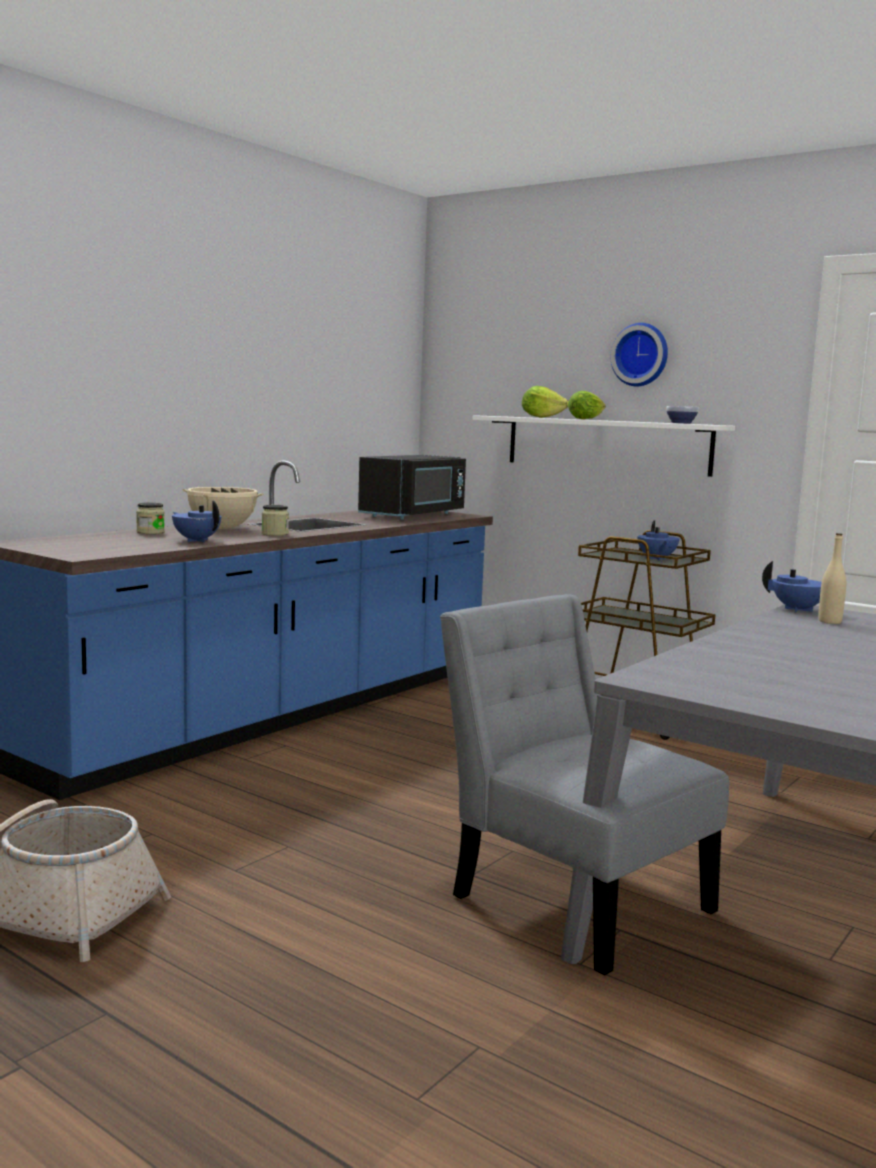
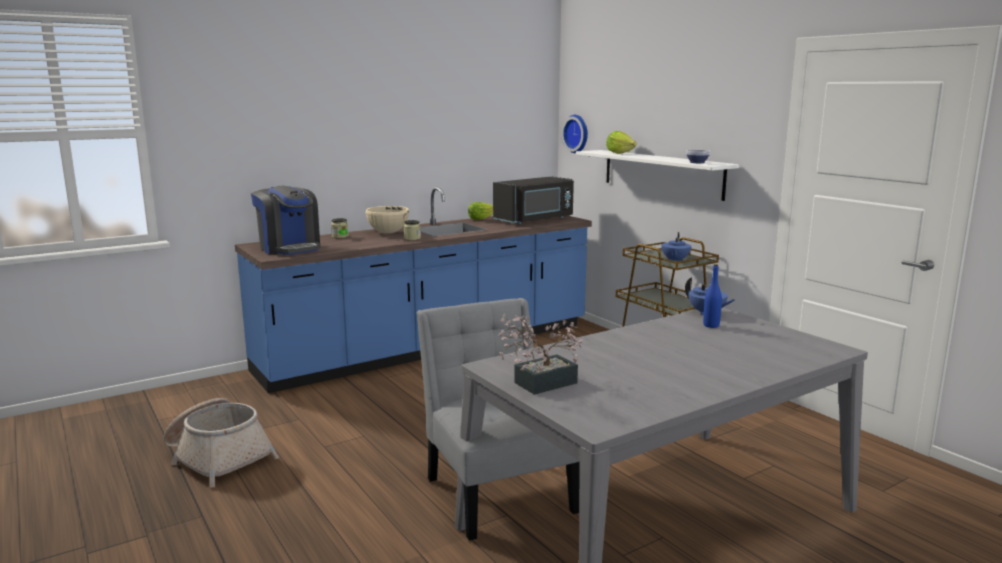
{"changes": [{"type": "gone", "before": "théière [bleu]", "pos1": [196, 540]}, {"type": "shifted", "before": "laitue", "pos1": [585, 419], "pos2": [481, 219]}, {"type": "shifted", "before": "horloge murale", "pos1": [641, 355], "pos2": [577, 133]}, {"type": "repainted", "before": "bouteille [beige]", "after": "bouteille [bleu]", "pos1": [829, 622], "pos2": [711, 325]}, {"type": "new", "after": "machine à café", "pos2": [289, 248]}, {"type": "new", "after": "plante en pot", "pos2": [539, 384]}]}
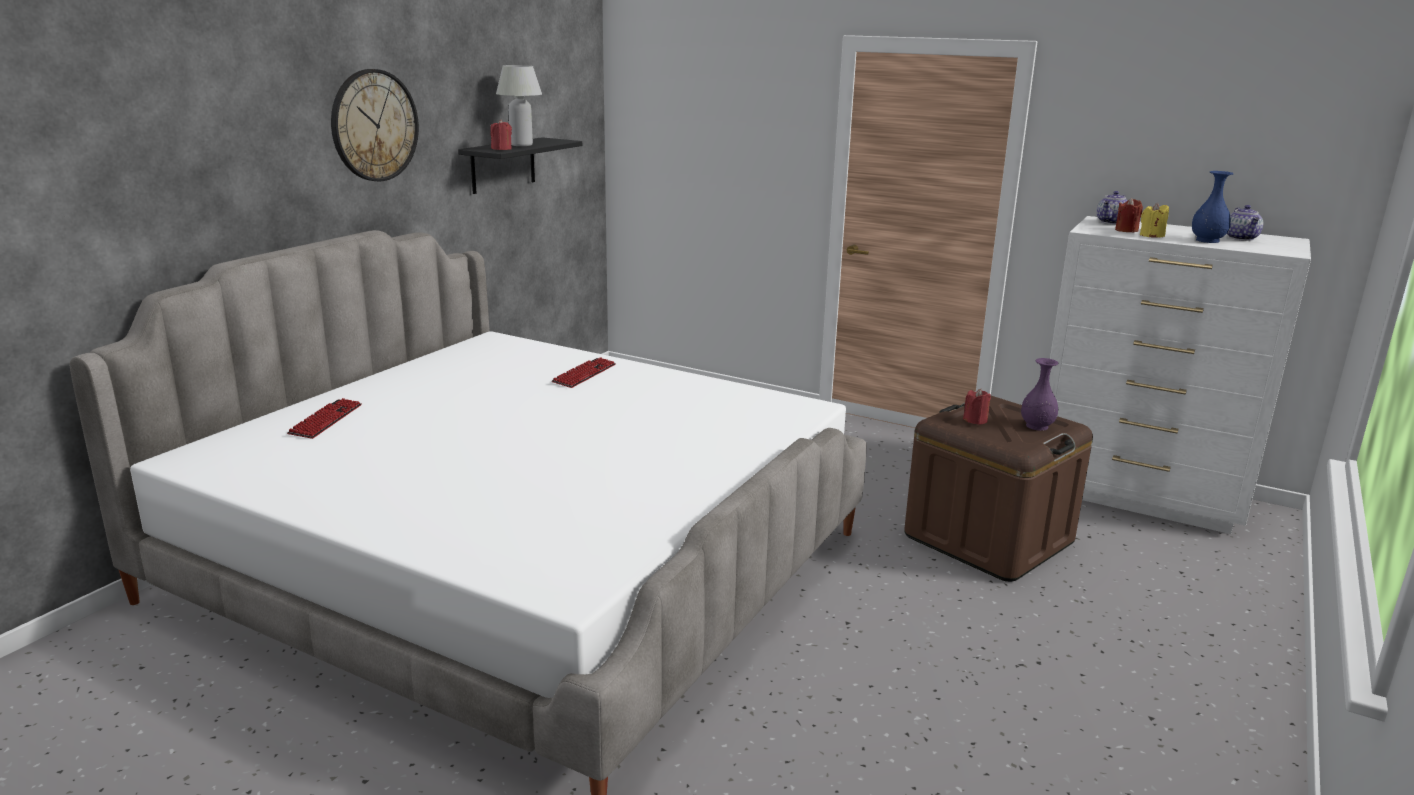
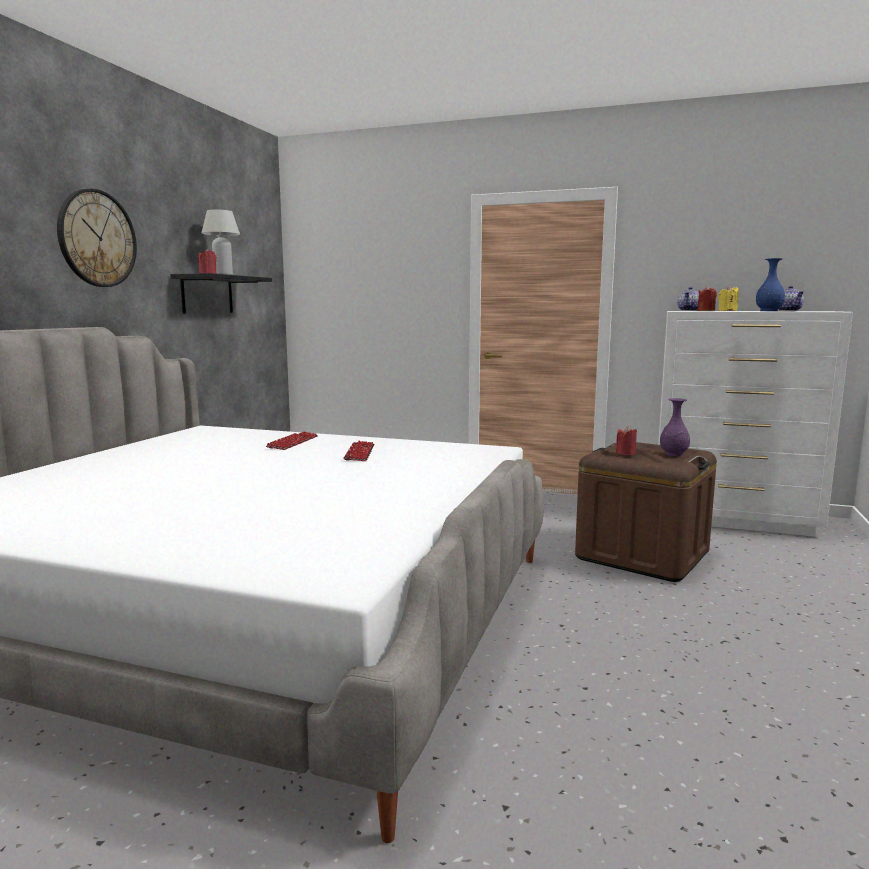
{"changes": [{"type": "shifted", "before": "clavier", "pos1": [326, 420], "pos2": [359, 453]}]}
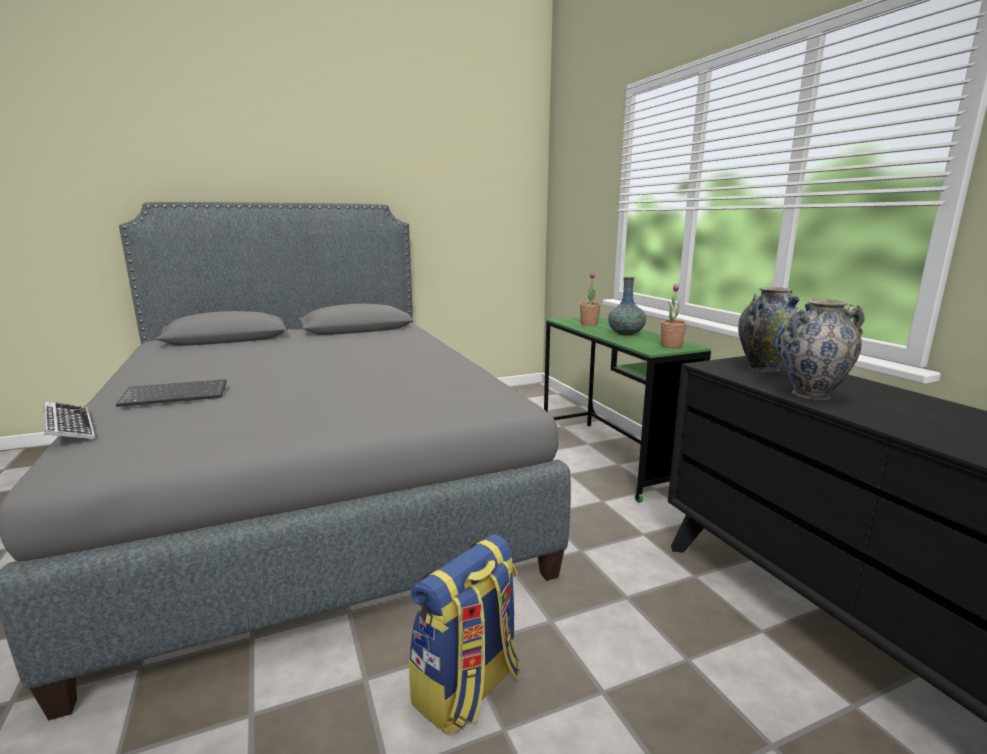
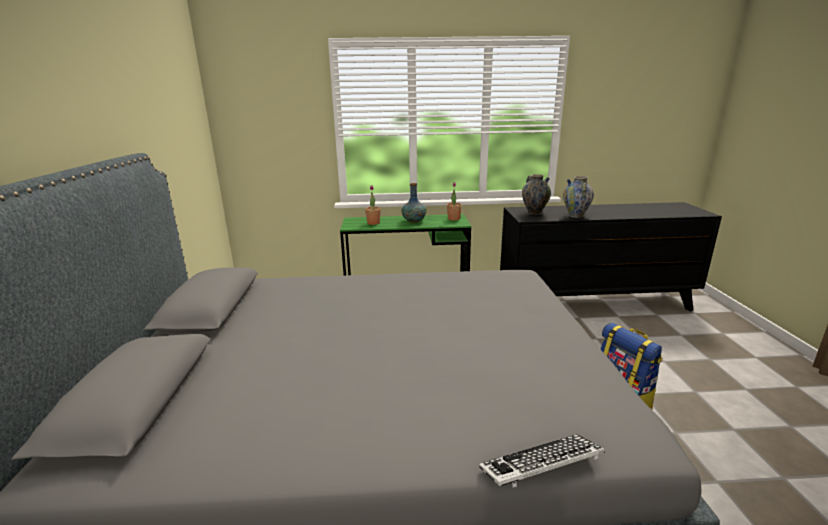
{"changes": [{"type": "gone", "before": "clavier", "pos1": [176, 395]}]}
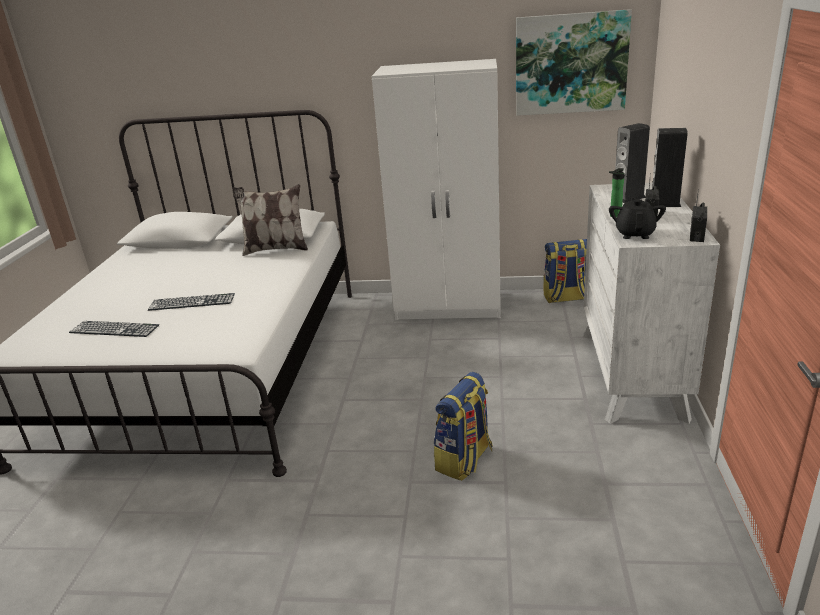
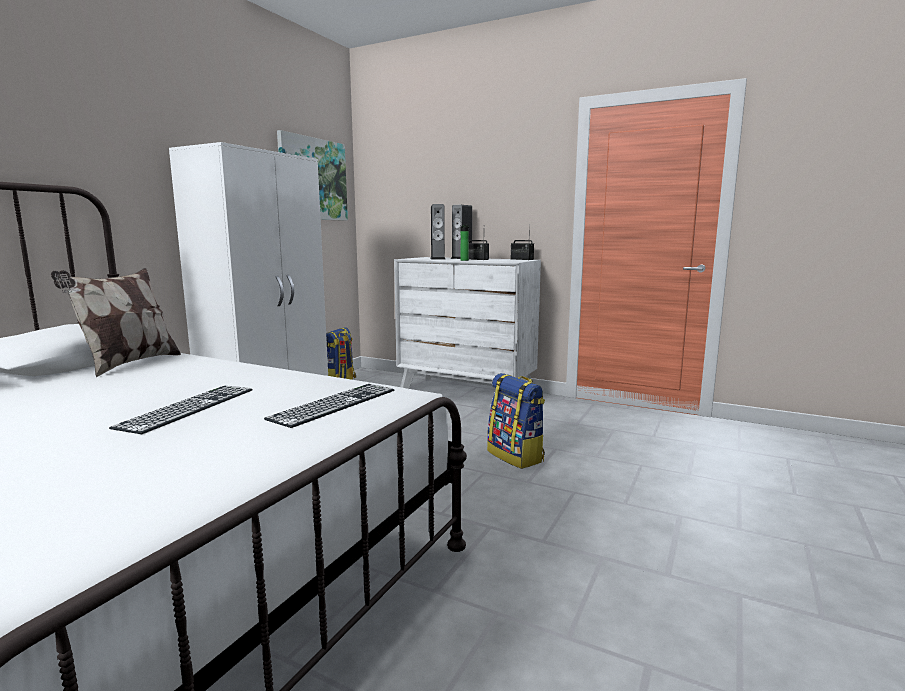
{"changes": [{"type": "shifted", "before": "clavier", "pos1": [114, 329], "pos2": [334, 404]}, {"type": "gone", "before": "théière [noir]", "pos1": [635, 234]}]}
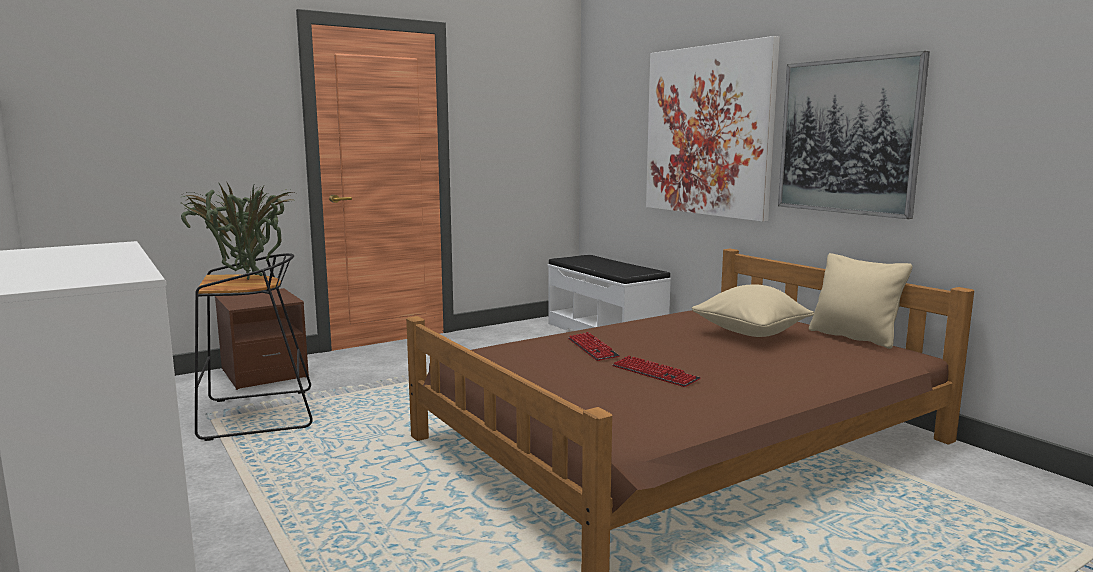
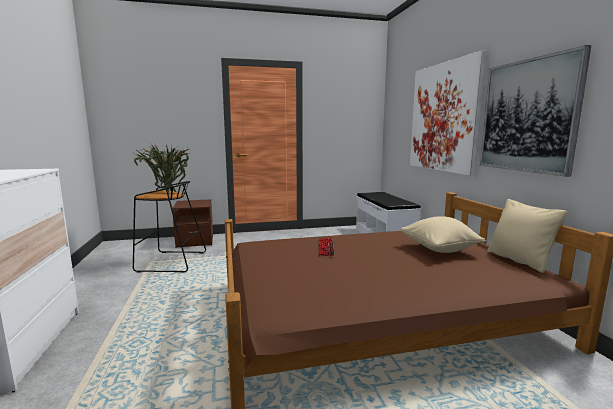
{"changes": [{"type": "gone", "before": "clavier", "pos1": [655, 373]}]}
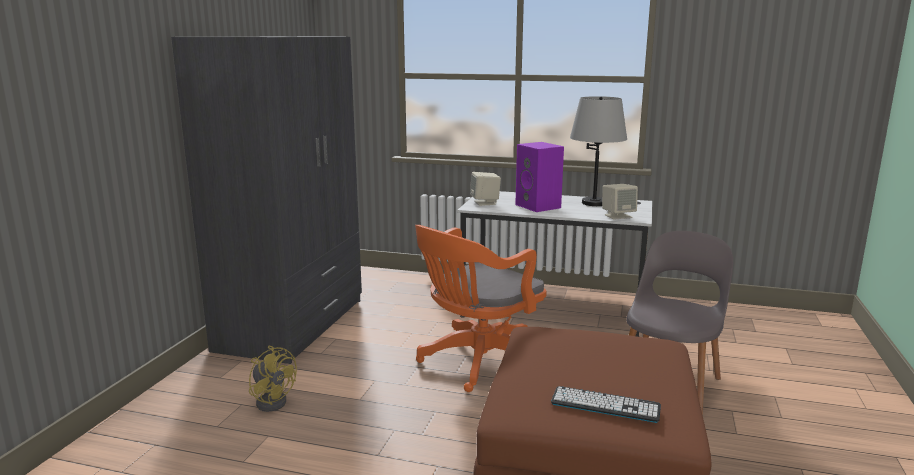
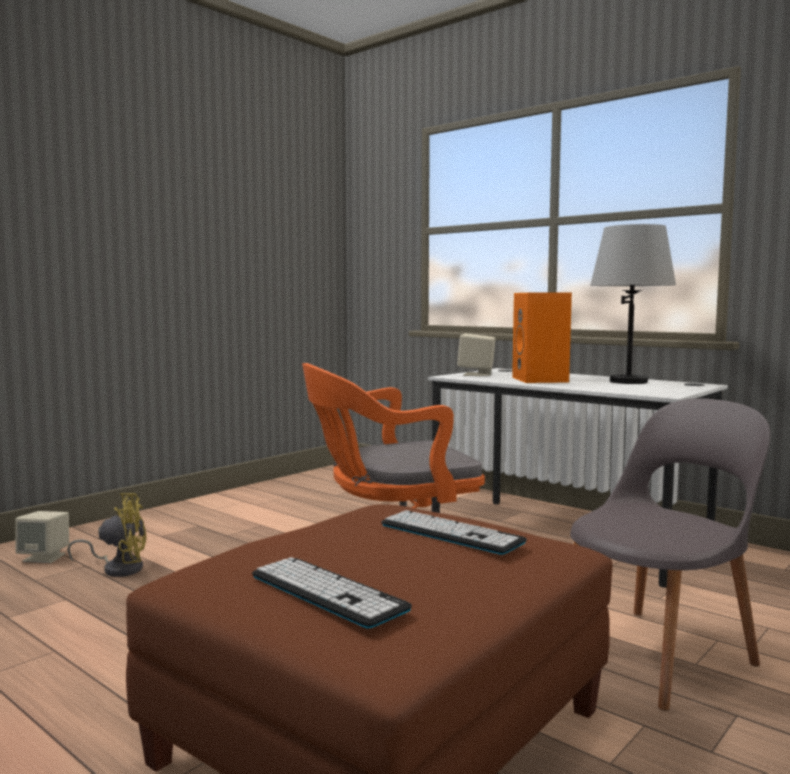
{"changes": [{"type": "gone", "before": "armoire [gris]", "pos1": [293, 324]}, {"type": "rotated", "before": "ventilateur [jaune]", "pos1": [273, 400], "pos2": [118, 568], "turn": -75}, {"type": "repainted", "before": "enceinte [violet]", "after": "enceinte [orange]", "pos1": [539, 206], "pos2": [541, 380]}, {"type": "shifted", "before": "enceinte [beige]", "pos1": [618, 216], "pos2": [45, 557]}, {"type": "new", "after": "clavier", "pos2": [451, 533]}]}
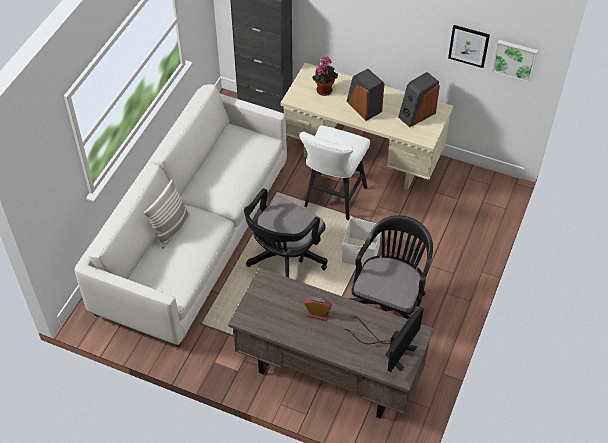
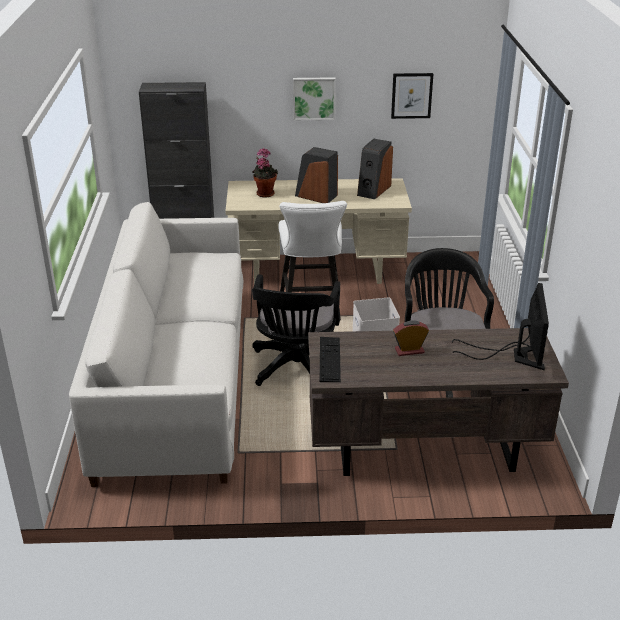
{"changes": [{"type": "gone", "before": "coussin", "pos1": [171, 229]}, {"type": "shifted", "before": "tableau", "pos1": [515, 59], "pos2": [314, 98]}, {"type": "new", "after": "clavier", "pos2": [329, 359]}]}
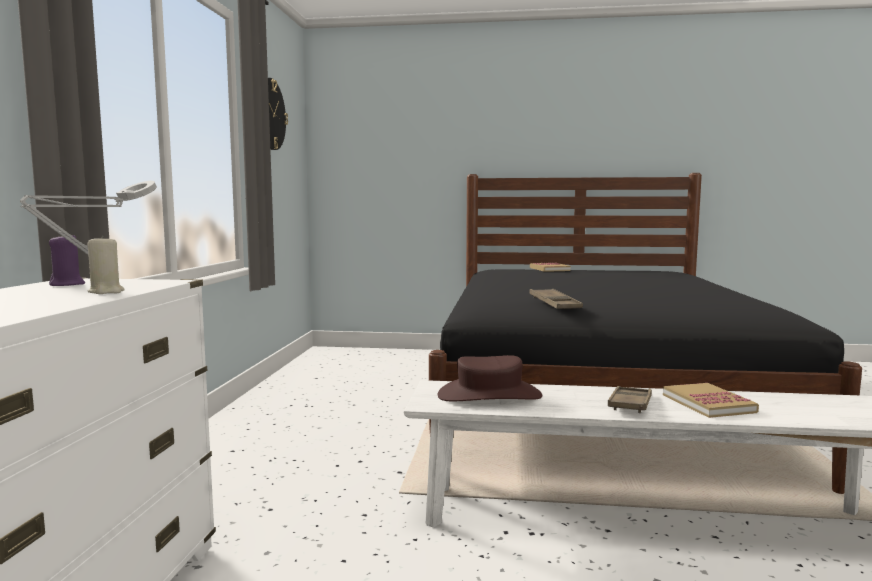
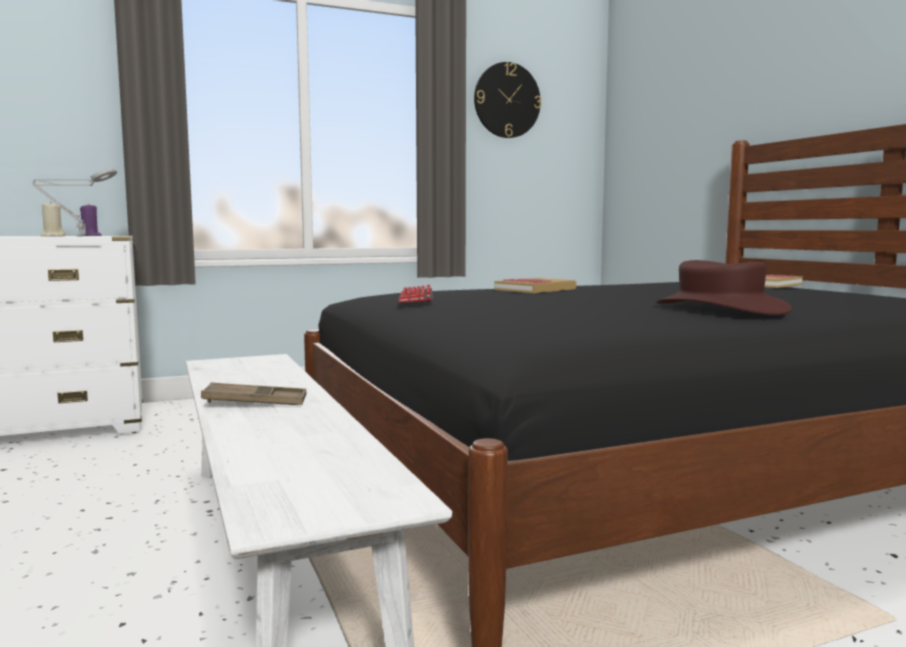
{"changes": [{"type": "shifted", "before": "chapeau [marron]", "pos1": [489, 395], "pos2": [719, 308]}, {"type": "swapped", "before": "plateau [marron]", "after": "clavier", "pos1": [554, 304], "pos2": [416, 297]}, {"type": "shifted", "before": "livre", "pos1": [708, 403], "pos2": [535, 289]}]}
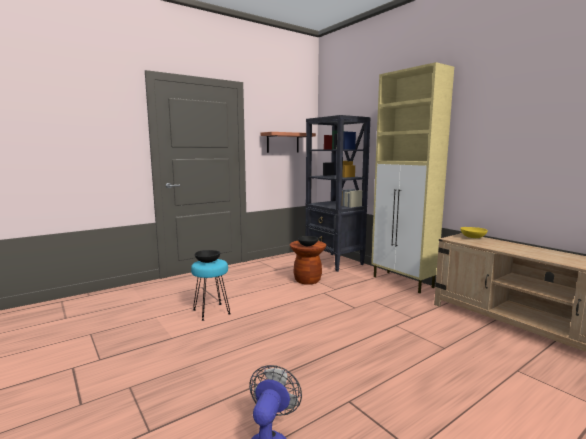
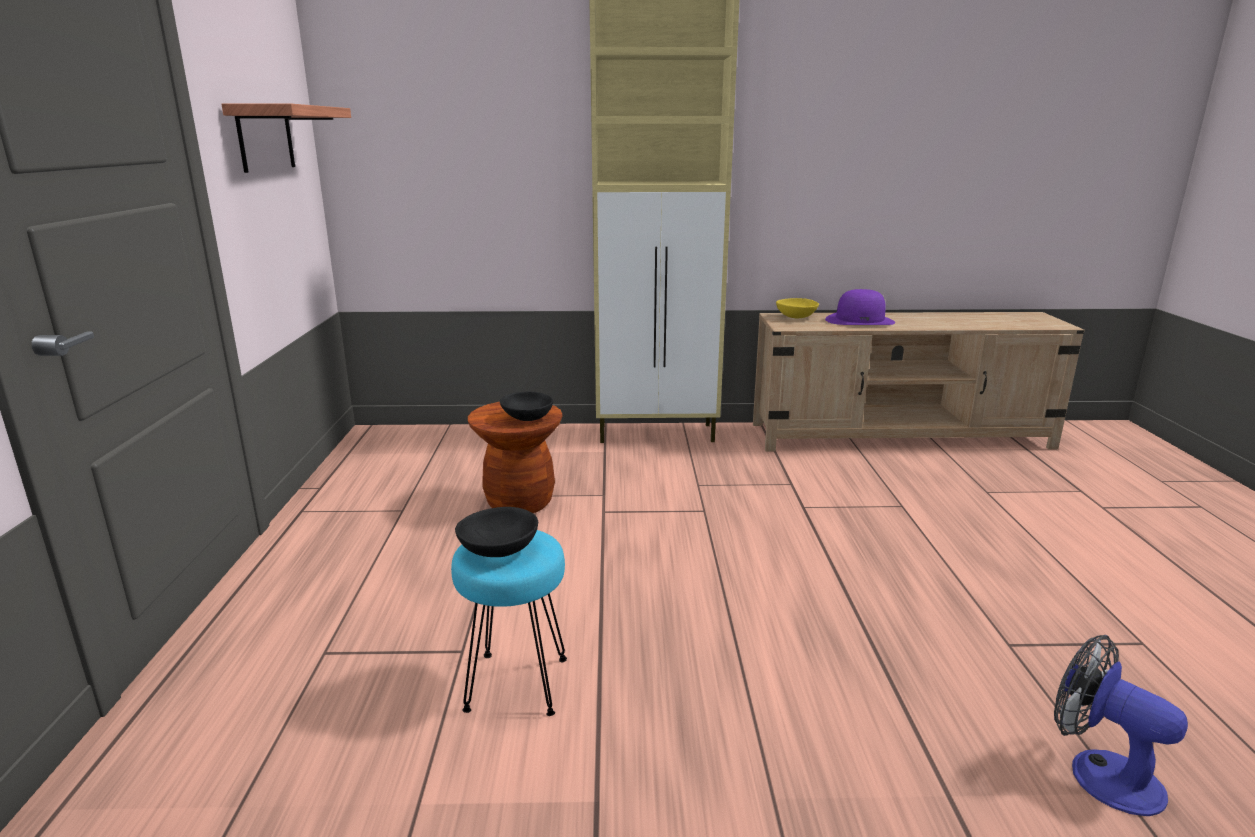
{"changes": [{"type": "gone", "before": "bibliothèque [noir]", "pos1": [334, 262]}, {"type": "new", "after": "chapeau [violet]", "pos2": [860, 320]}]}
